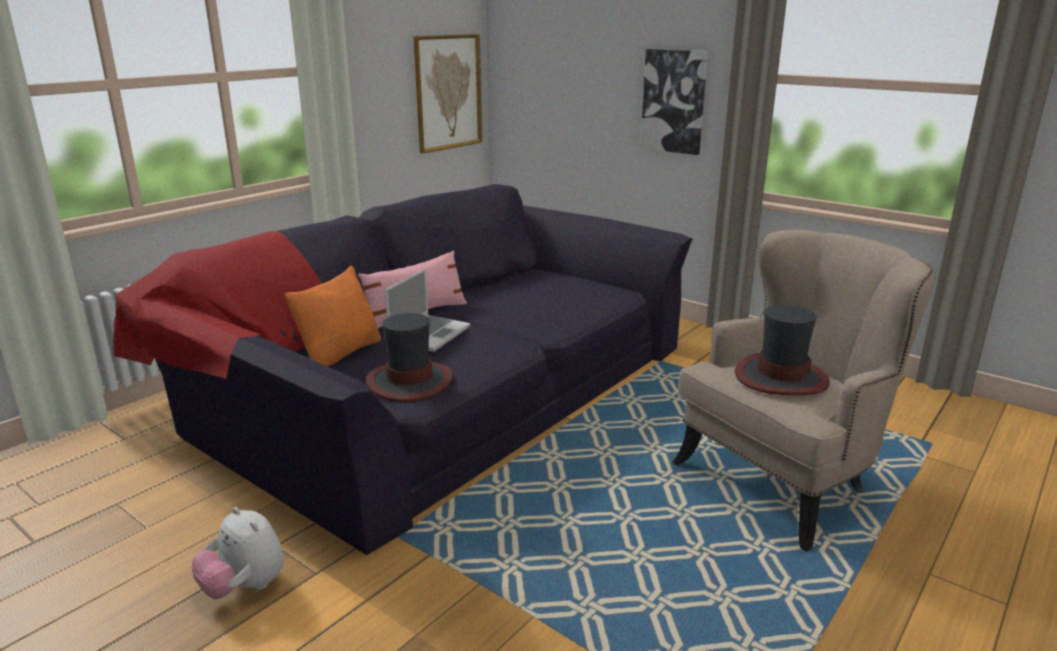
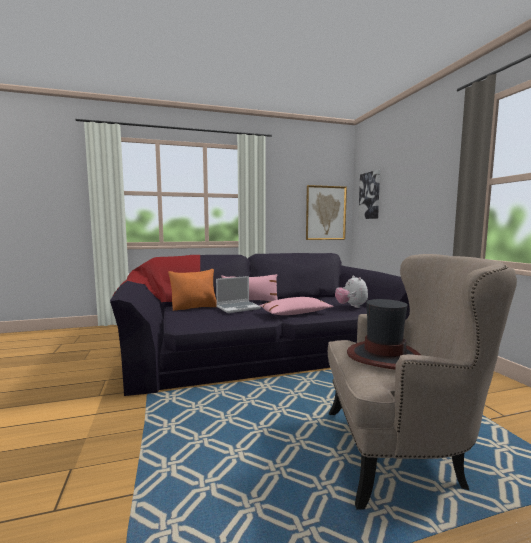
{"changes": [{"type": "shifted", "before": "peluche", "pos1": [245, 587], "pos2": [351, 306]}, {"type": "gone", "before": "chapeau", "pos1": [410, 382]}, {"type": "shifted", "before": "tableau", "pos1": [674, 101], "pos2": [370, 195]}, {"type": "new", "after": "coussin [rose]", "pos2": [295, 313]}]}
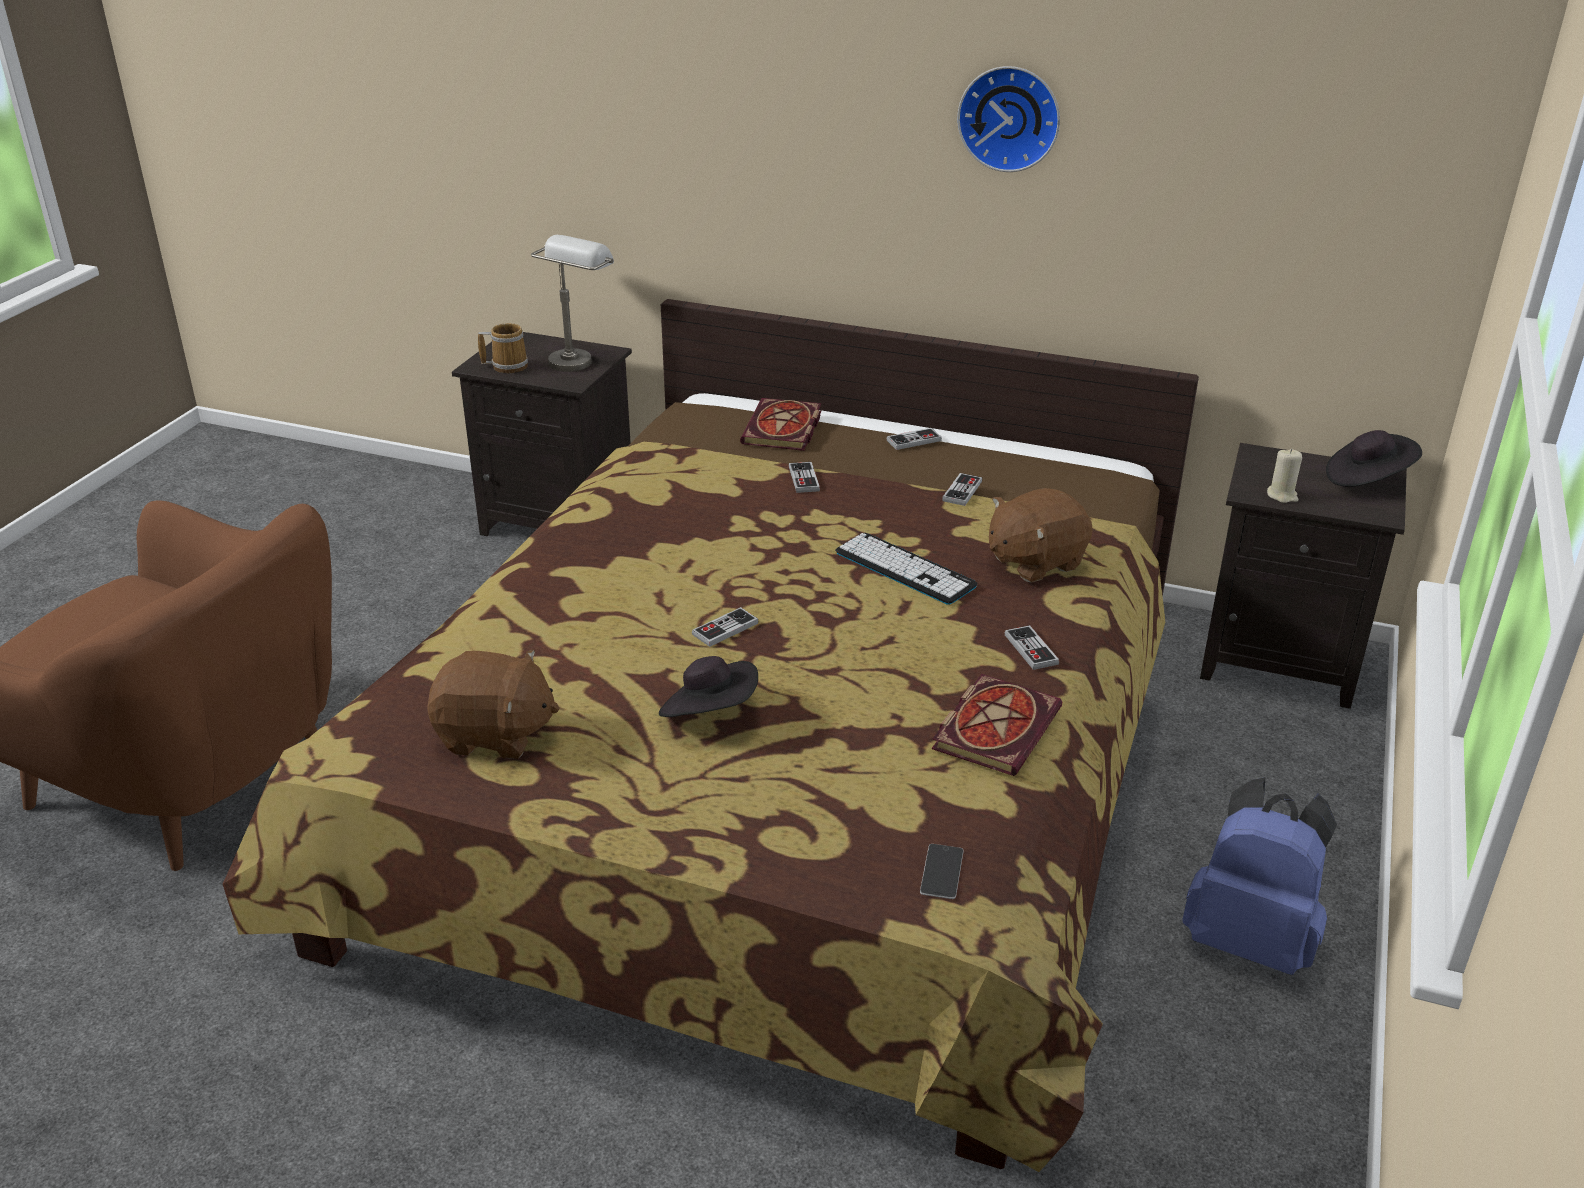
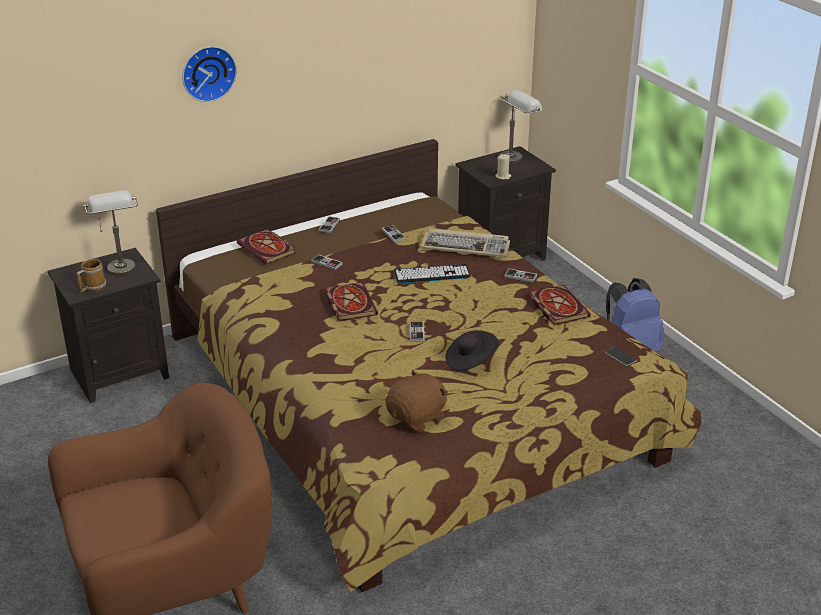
{"changes": [{"type": "shifted", "before": "horloge murale", "pos1": [1010, 117], "pos2": [207, 72]}, {"type": "swapped", "before": "peluche [marron]", "after": "clavier", "pos1": [1034, 561], "pos2": [466, 246]}, {"type": "swapped", "before": "chapeau [noir]", "after": "lampe de table [gris]", "pos1": [1367, 479], "pos2": [516, 156]}, {"type": "new", "after": "livre", "pos2": [349, 303]}]}
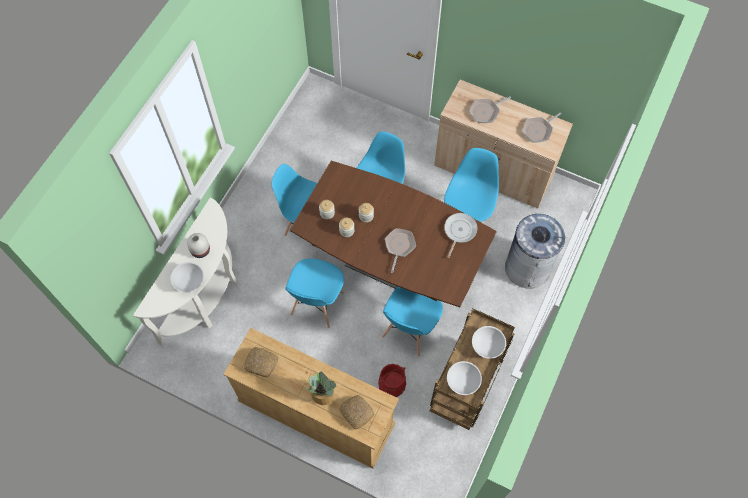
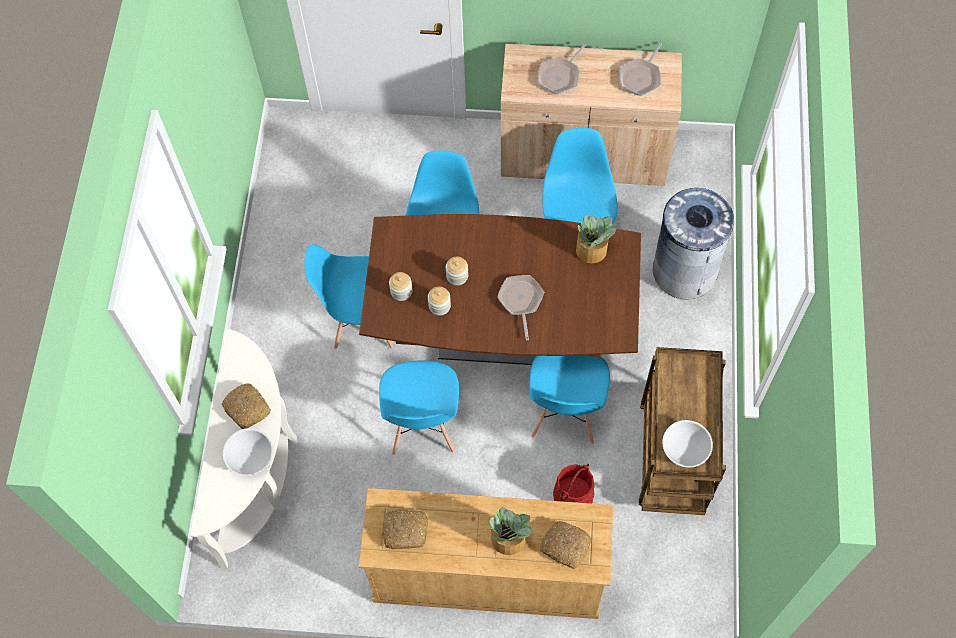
{"changes": [{"type": "swapped", "before": "vase [blanc]", "after": "pain", "pos1": [201, 250], "pos2": [247, 408]}, {"type": "swapped", "before": "poêle", "after": "plante en pot", "pos1": [459, 231], "pos2": [592, 251]}, {"type": "gone", "before": "bol [blanc]", "pos1": [487, 346]}]}
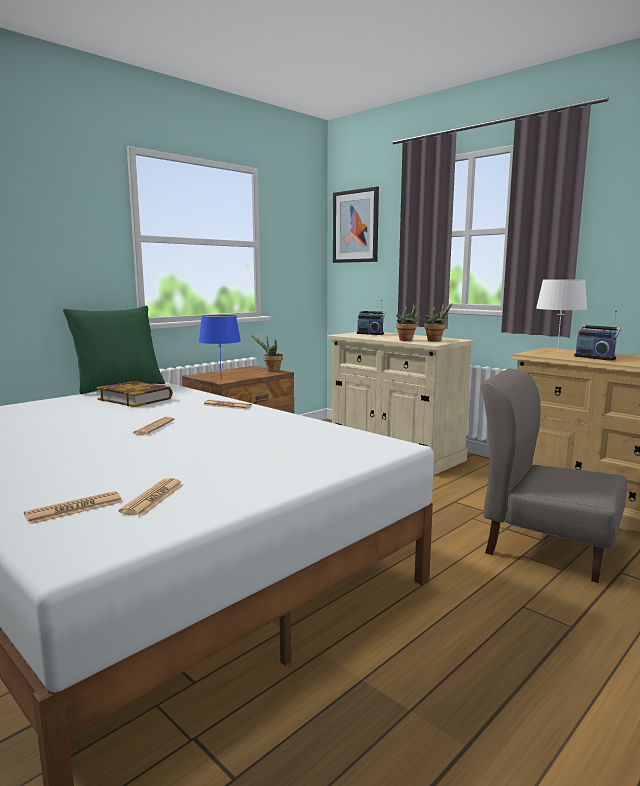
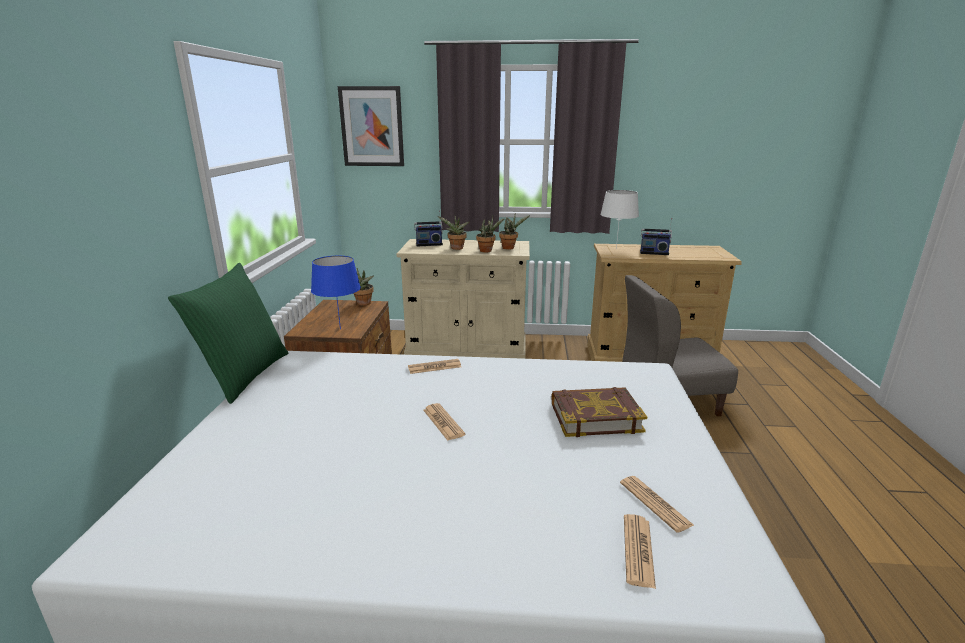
{"changes": [{"type": "shifted", "before": "livre", "pos1": [135, 399], "pos2": [595, 417]}, {"type": "new", "after": "plante en pot", "pos2": [456, 248]}]}
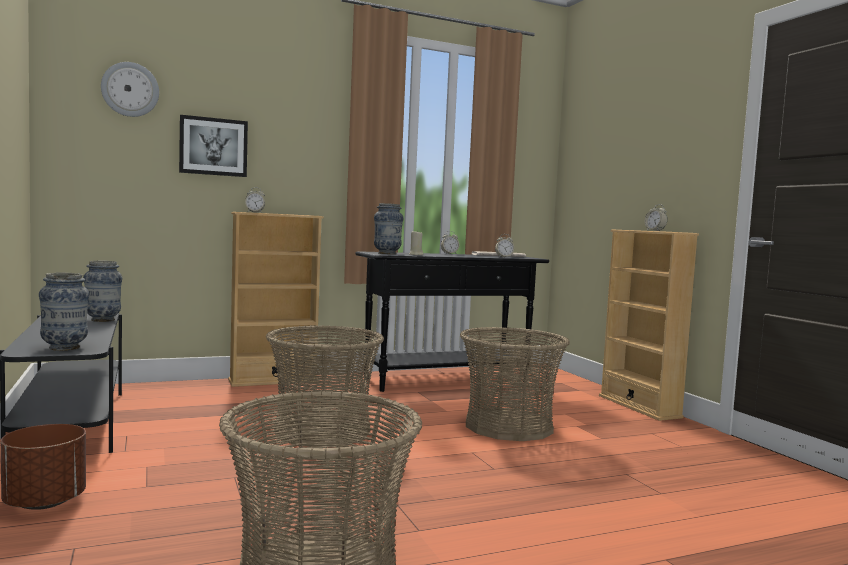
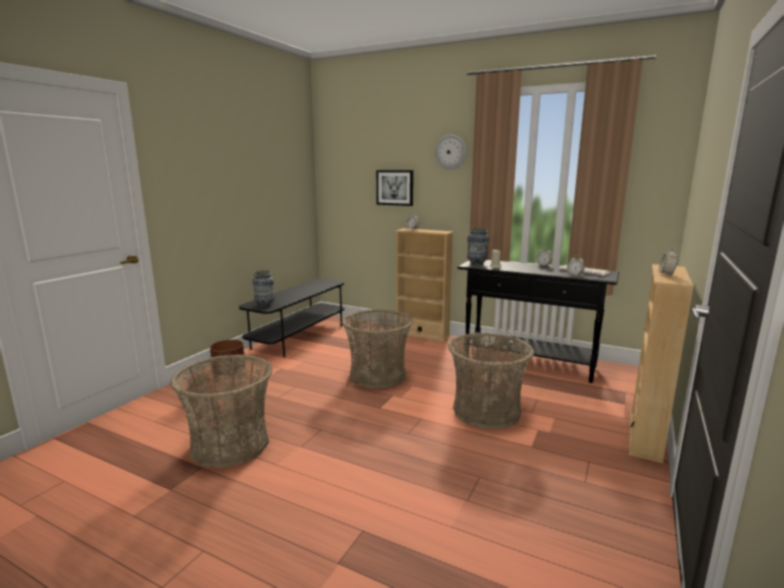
{"changes": [{"type": "gone", "before": "vase", "pos1": [102, 320]}, {"type": "shifted", "before": "horloge murale", "pos1": [130, 89], "pos2": [451, 152]}]}
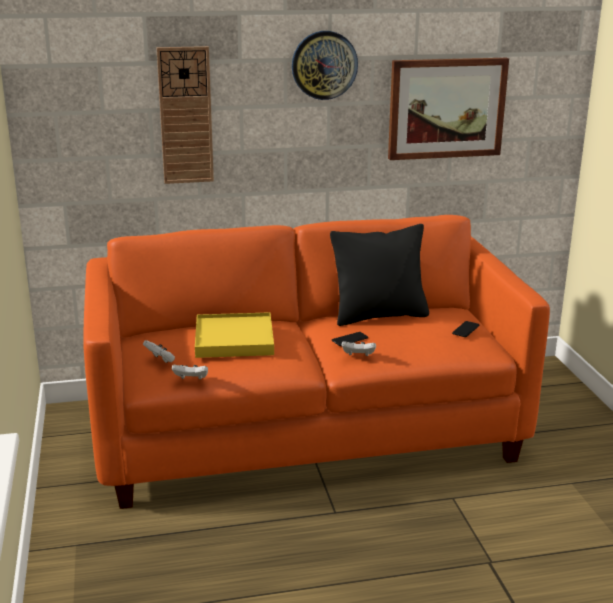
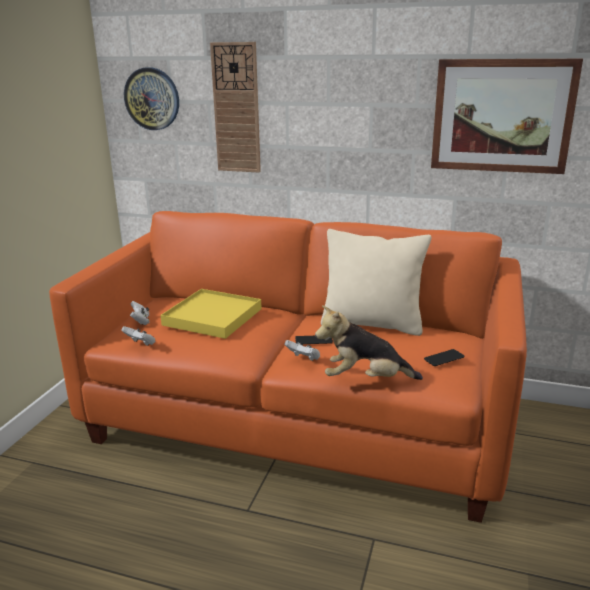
{"changes": [{"type": "shifted", "before": "horloge murale", "pos1": [324, 65], "pos2": [152, 99]}, {"type": "repainted", "before": "coussin [noir]", "after": "coussin [beige]", "pos1": [379, 315], "pos2": [372, 324]}, {"type": "new", "after": "peluche", "pos2": [365, 379]}]}
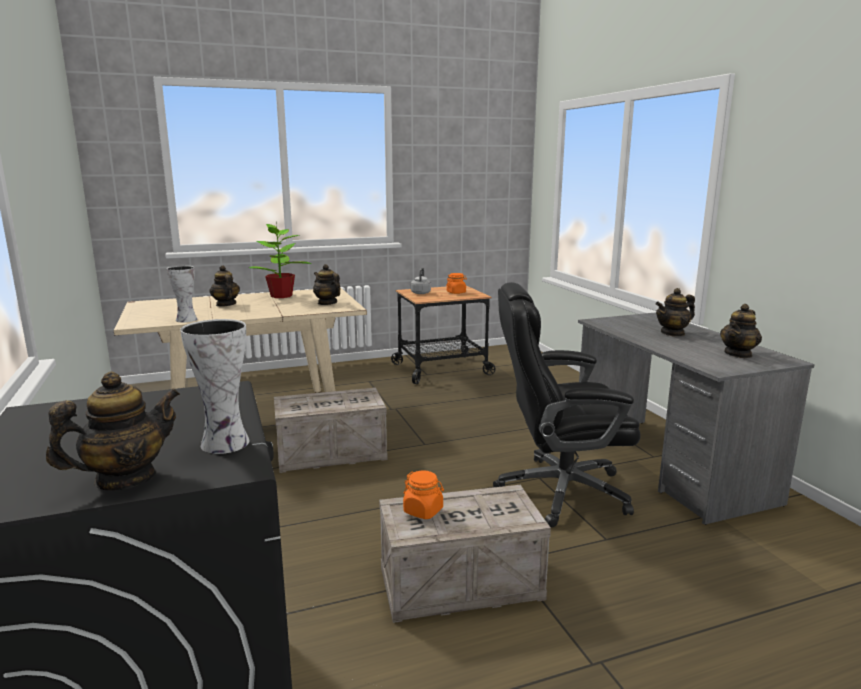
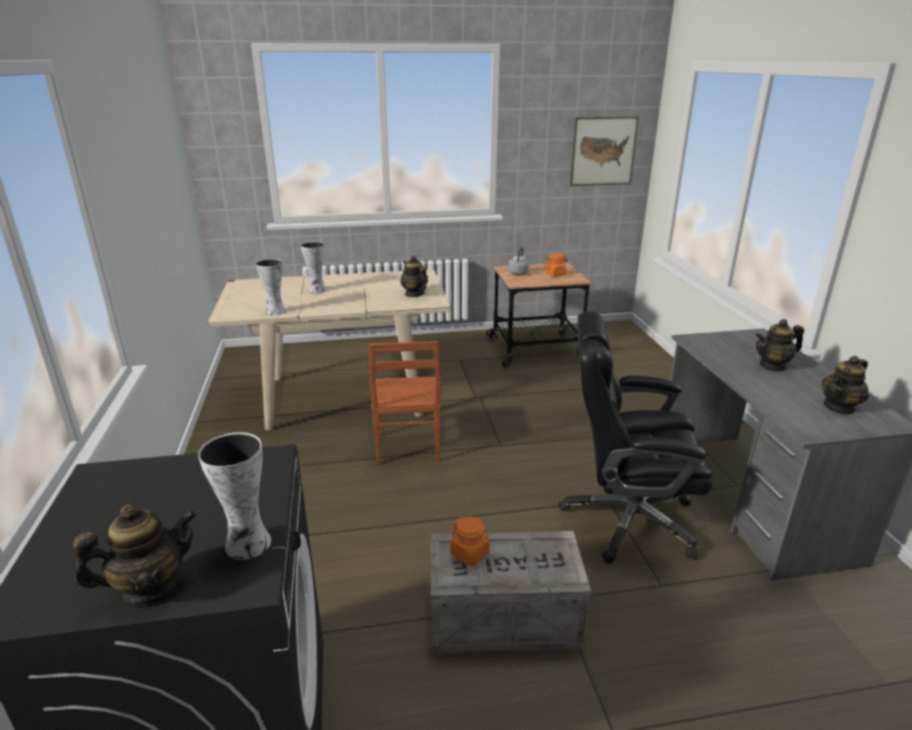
{"changes": [{"type": "swapped", "before": "théière", "after": "vase", "pos1": [225, 304], "pos2": [316, 290]}, {"type": "gone", "before": "plante en pot", "pos1": [281, 296]}, {"type": "swapped", "before": "caisse", "after": "chaise [marron]", "pos1": [329, 453], "pos2": [407, 448]}, {"type": "new", "after": "tableau", "pos2": [603, 151]}]}
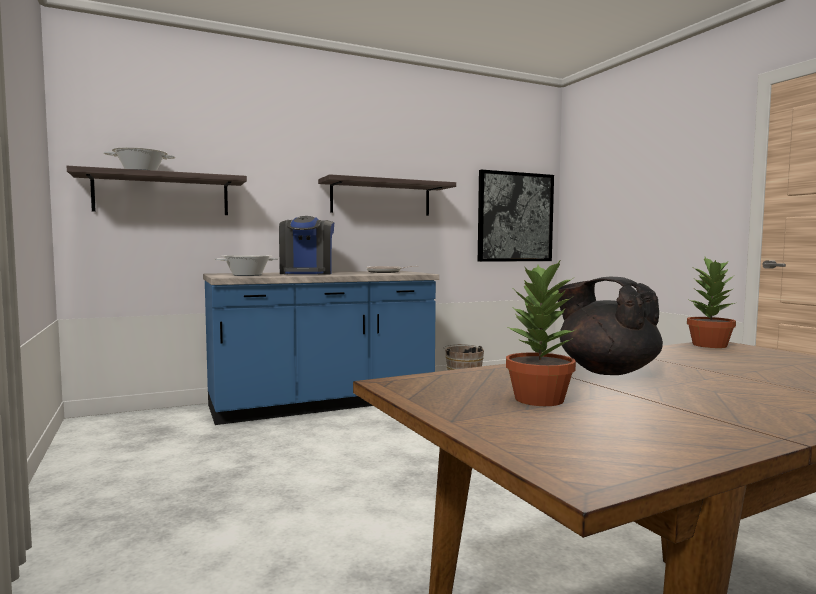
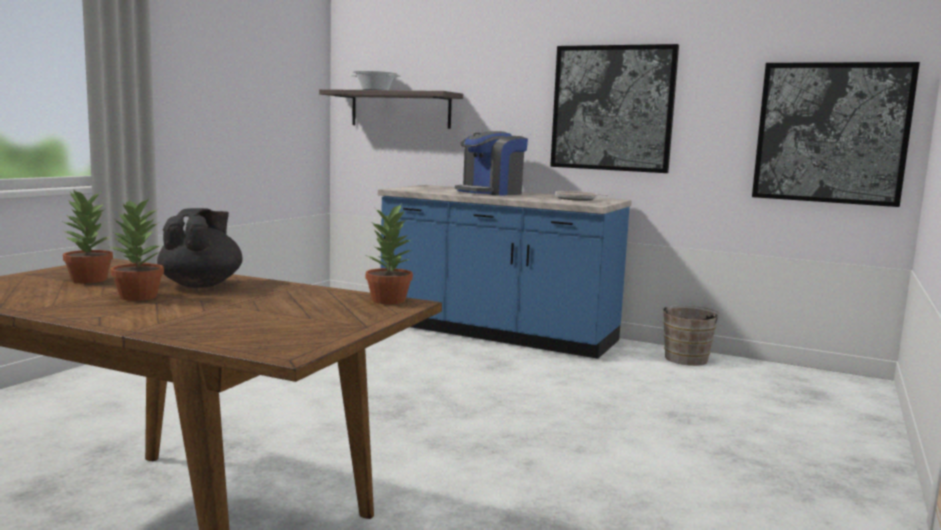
{"changes": [{"type": "gone", "before": "marmite", "pos1": [247, 275]}, {"type": "swapped", "before": "étagère", "after": "tableau", "pos1": [381, 198], "pos2": [612, 108]}, {"type": "new", "after": "plante en pot", "pos2": [138, 297]}]}
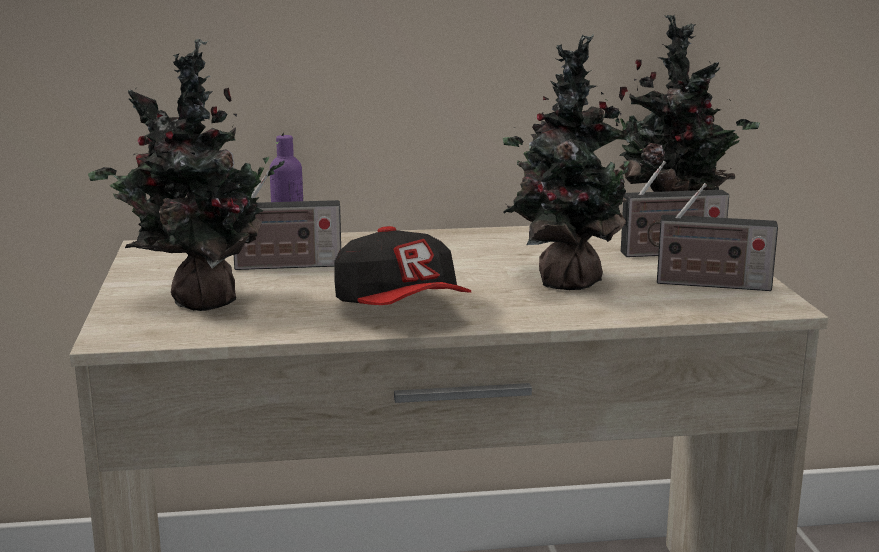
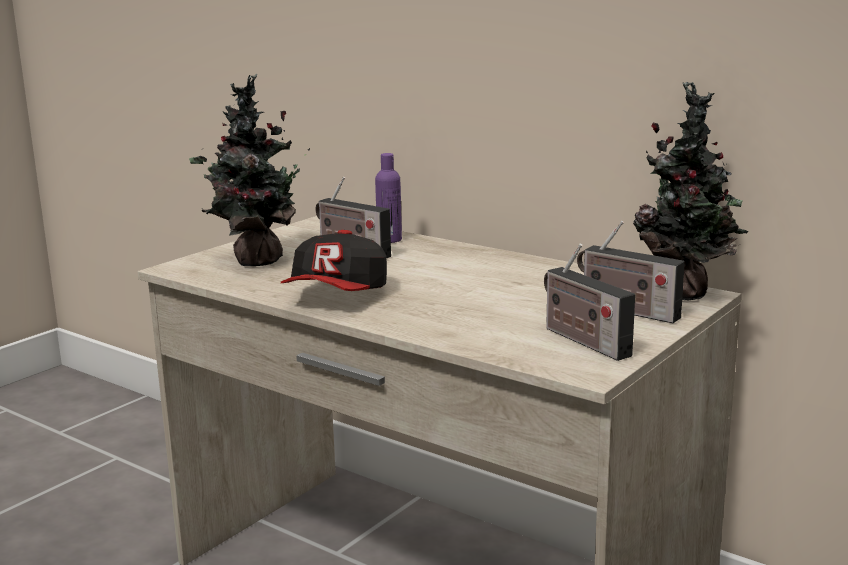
{"changes": [{"type": "gone", "before": "plante en pot", "pos1": [562, 282]}]}
